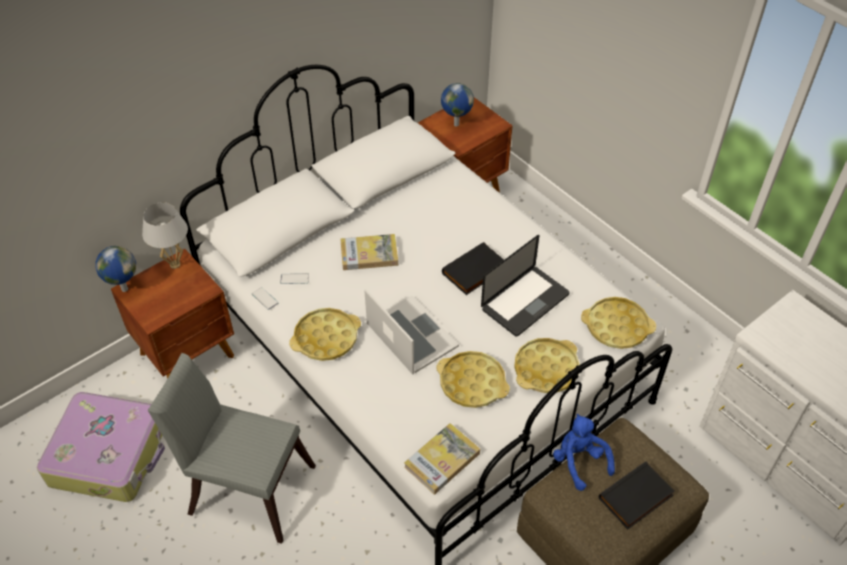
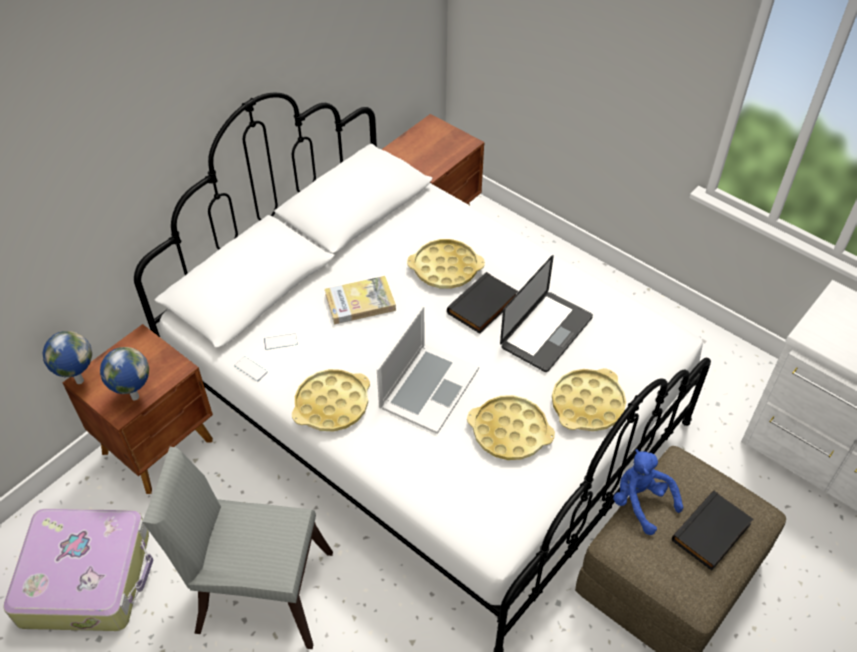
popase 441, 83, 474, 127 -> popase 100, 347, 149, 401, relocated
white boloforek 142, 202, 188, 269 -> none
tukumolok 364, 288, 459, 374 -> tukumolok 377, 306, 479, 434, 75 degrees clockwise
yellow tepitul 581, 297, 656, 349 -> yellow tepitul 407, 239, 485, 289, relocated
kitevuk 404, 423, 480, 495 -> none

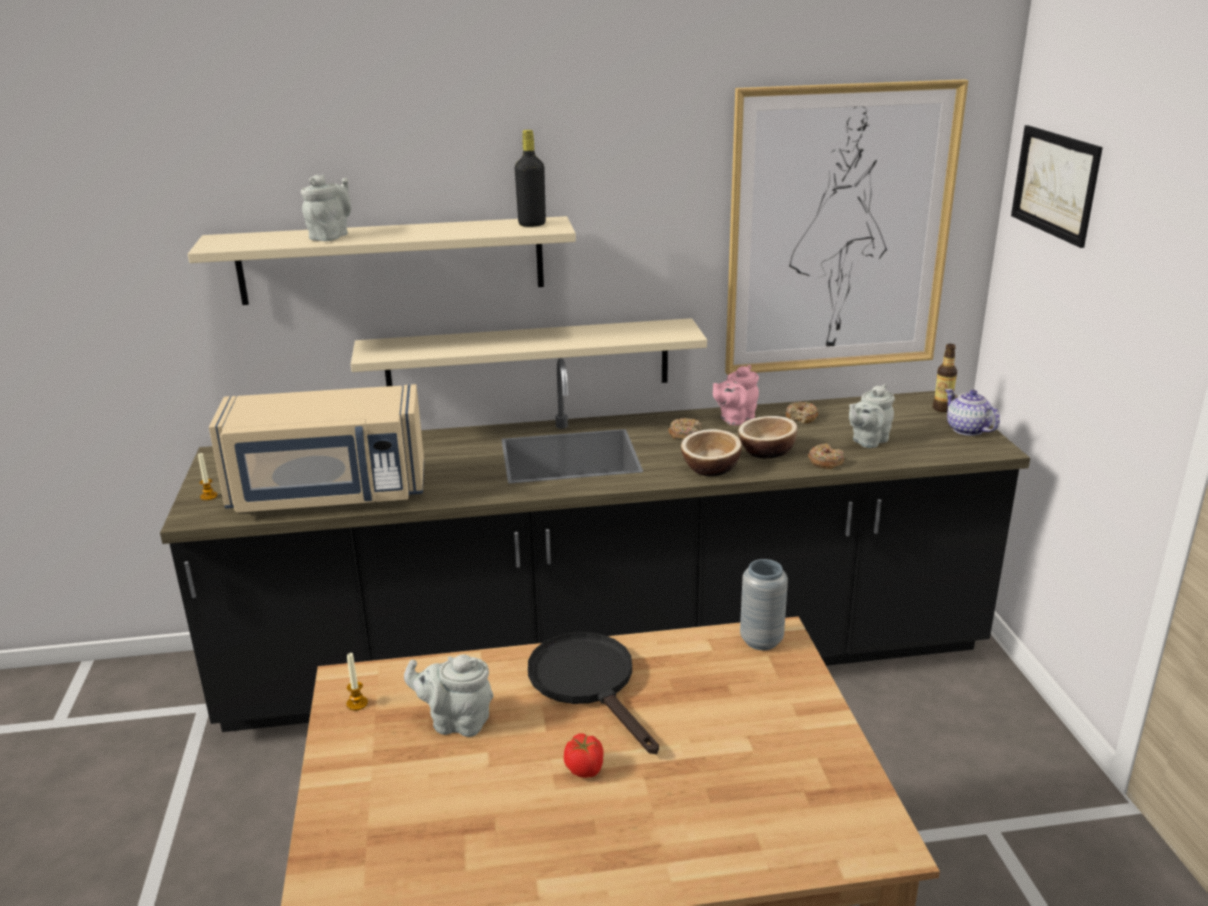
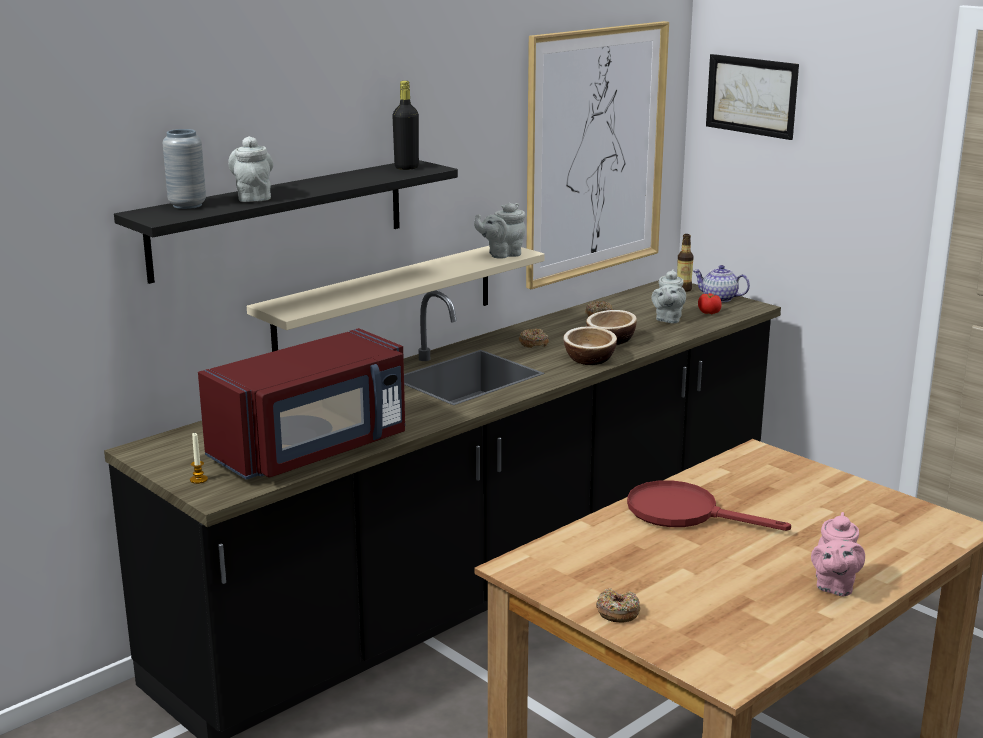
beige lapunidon 188, 216, 576, 305 -> black lapunidon 114, 160, 458, 284
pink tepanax 713, 365, 759, 426 -> pink tepanax 811, 512, 865, 596, relocated
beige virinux 209, 384, 424, 513 -> red virinux 198, 328, 405, 480
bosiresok 808, 443, 844, 469 -> bosiresok 596, 588, 640, 622, relocated
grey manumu 740, 559, 788, 650 -> grey manumu 163, 129, 206, 209, relocated
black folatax 528, 632, 659, 754 -> red folatax 627, 480, 791, 531
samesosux 346, 653, 368, 711 -> none
grey tepanax 404, 654, 494, 737 -> grey tepanax 474, 203, 525, 259, relocated
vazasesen 564, 734, 604, 778 -> vazasesen 698, 293, 722, 314, relocated

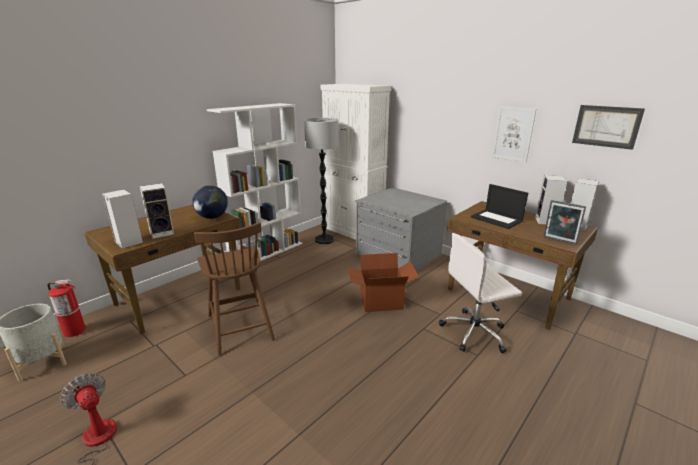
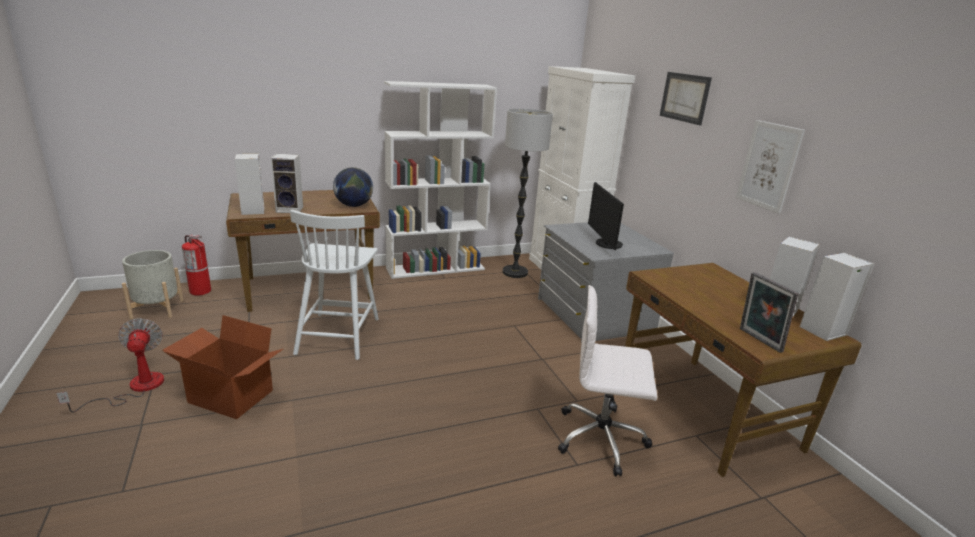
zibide 572, 105, 645, 150 -> zibide 660, 72, 712, 125, relocated
tukumolok 471, 184, 528, 229 -> none
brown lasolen 194, 222, 275, 356 -> white lasolen 290, 210, 379, 360
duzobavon 348, 253, 419, 312 -> duzobavon 163, 315, 283, 419, relocated
none -> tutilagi 588, 182, 624, 251

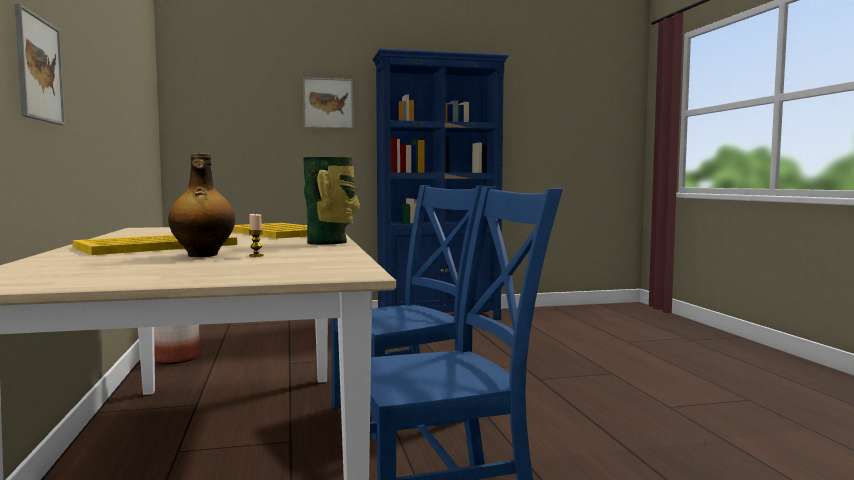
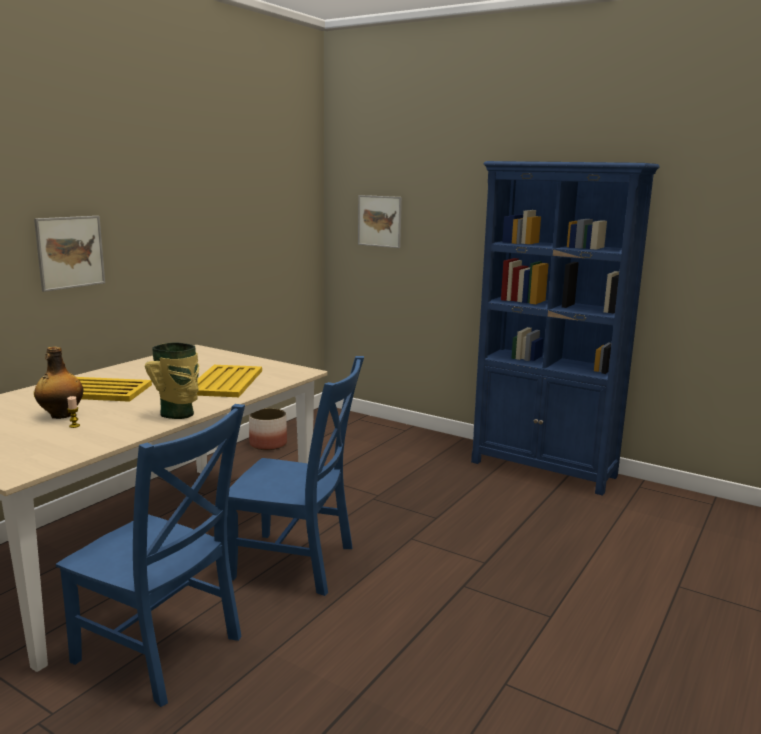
zibide 303, 77, 353, 129 -> zibide 358, 195, 402, 248, relocated

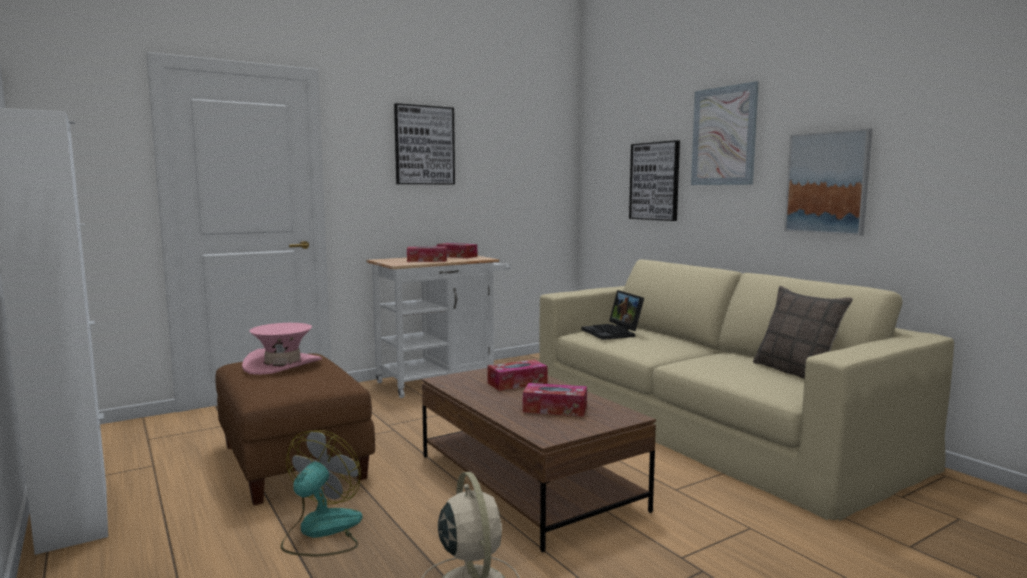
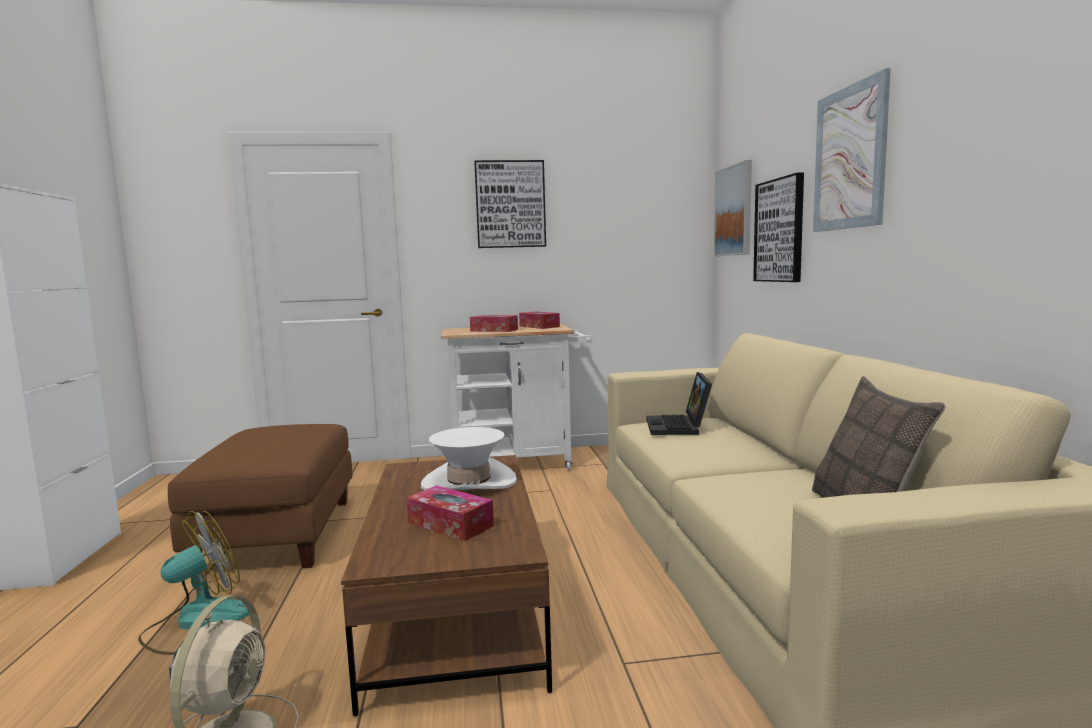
zibide 784, 128, 873, 236 -> zibide 714, 160, 752, 256, relocated
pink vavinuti 242, 323, 322, 375 -> none
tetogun 487, 360, 548, 391 -> white vavinuti 421, 427, 517, 490

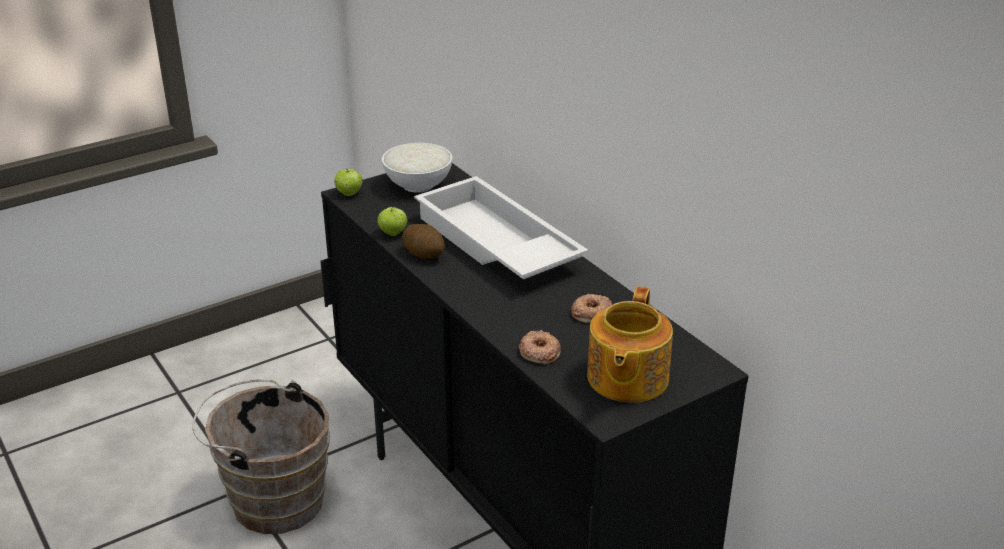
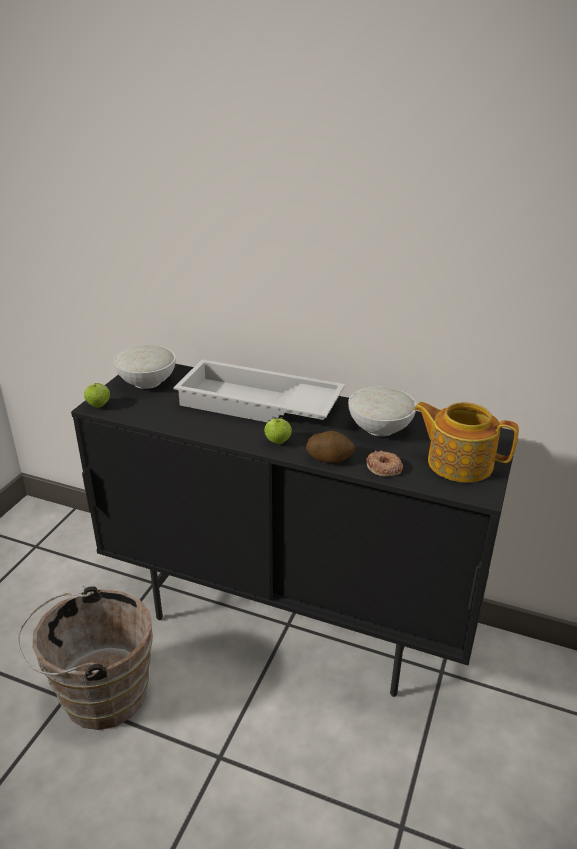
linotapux 377, 207, 408, 236 -> linotapux 264, 417, 292, 444, relocated
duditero 402, 224, 445, 259 -> duditero 306, 431, 355, 463, relocated
tepanax 587, 286, 673, 402 -> tepanax 414, 402, 519, 483, 135 degrees clockwise
bosiresok 571, 293, 613, 323 -> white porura 348, 387, 417, 436

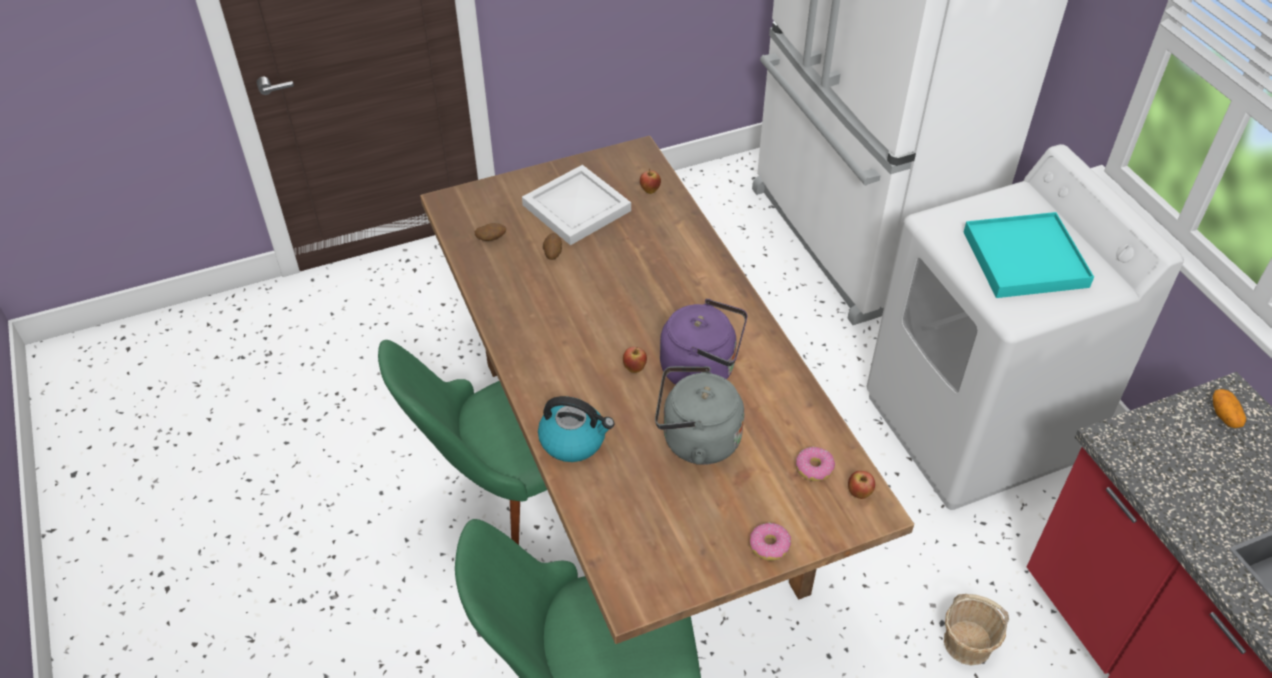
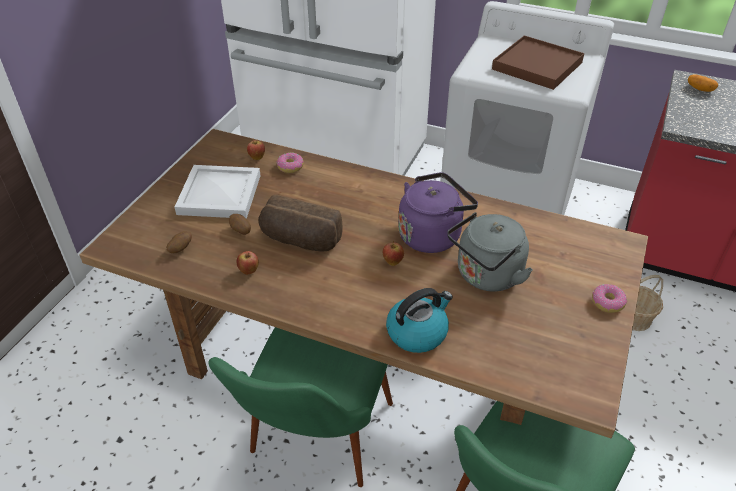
turquoise tepitul 964, 212, 1094, 298 -> brown tepitul 492, 35, 584, 90
bosiresok 796, 446, 835, 481 -> bosiresok 276, 153, 304, 173, relocated
linotapux 848, 471, 875, 499 -> linotapux 236, 251, 259, 275, relocated
none -> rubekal 258, 195, 343, 252

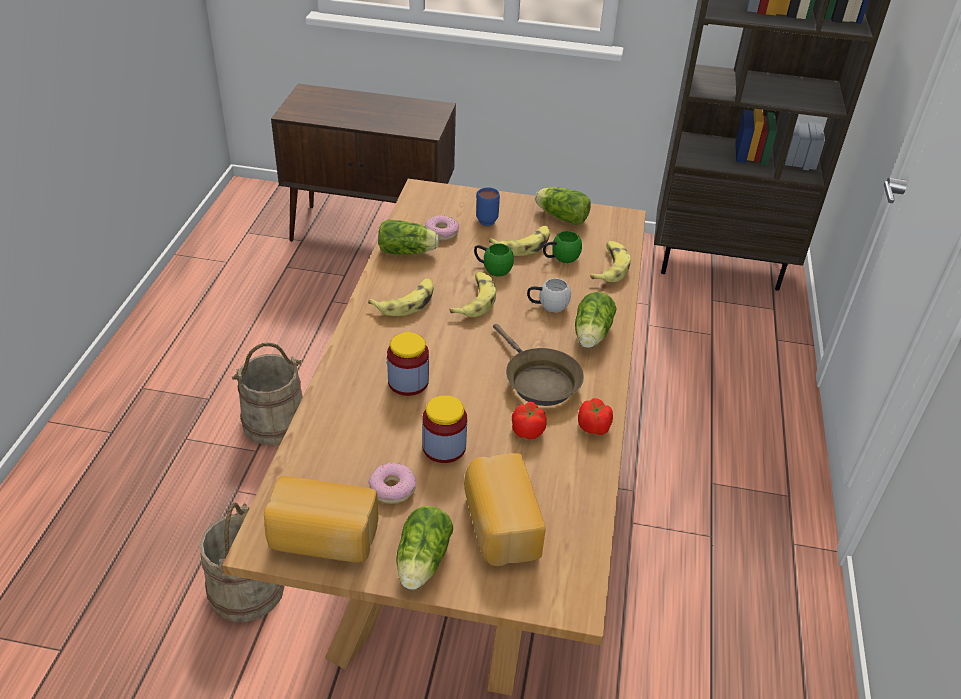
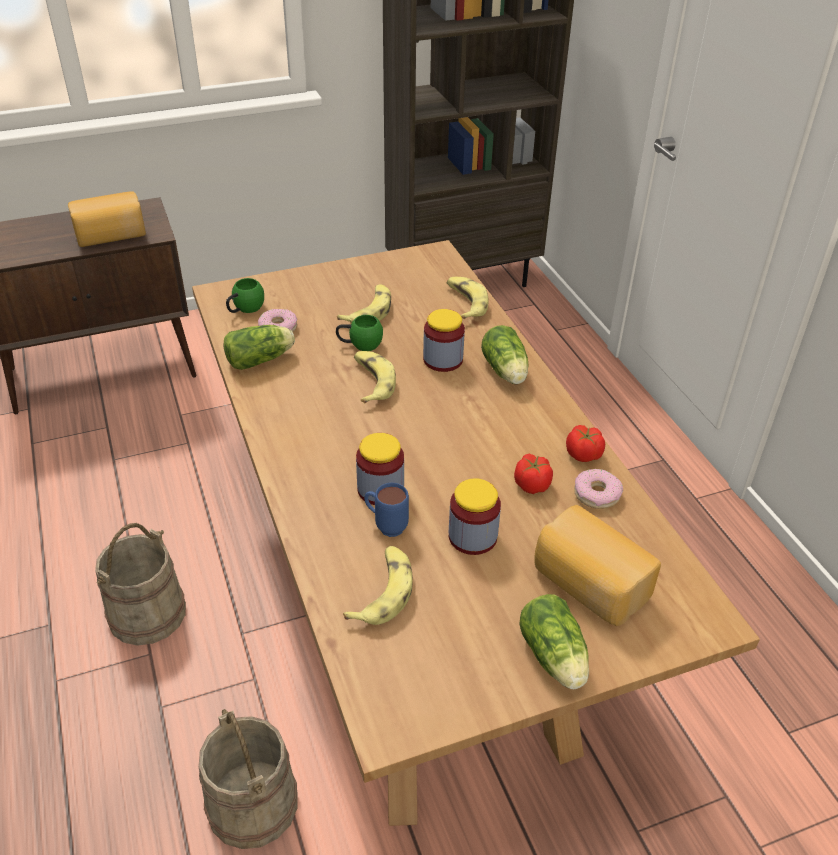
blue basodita 476, 187, 500, 226 -> blue basodita 364, 483, 409, 537, relocated
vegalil 535, 187, 591, 225 -> none
green basodita 543, 231, 582, 263 -> green basodita 226, 278, 264, 313, relocated
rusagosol 368, 278, 434, 316 -> rusagosol 343, 546, 413, 625, relocated
white basodita 527, 278, 571, 313 -> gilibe 423, 309, 465, 372
brown folatax 493, 324, 584, 406 -> none
bosiresok 368, 463, 416, 504 -> bosiresok 574, 469, 623, 509, relocated
rubekal 264, 476, 378, 562 -> rubekal 68, 191, 146, 247, relocated

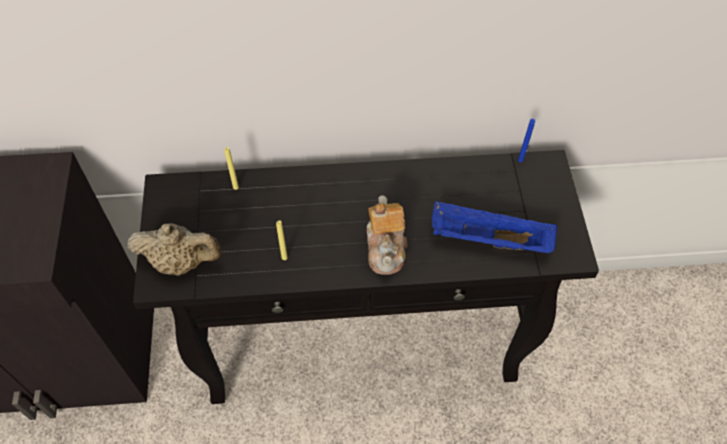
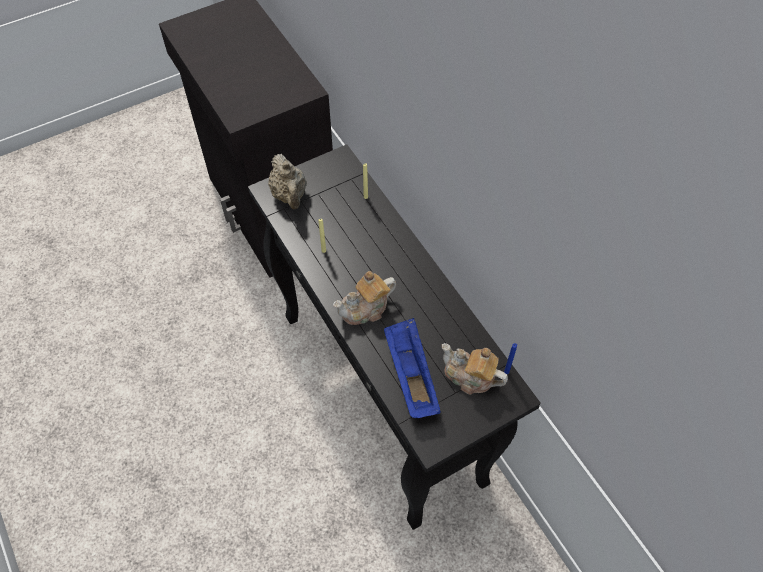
none -> tepanax 442, 343, 508, 395

